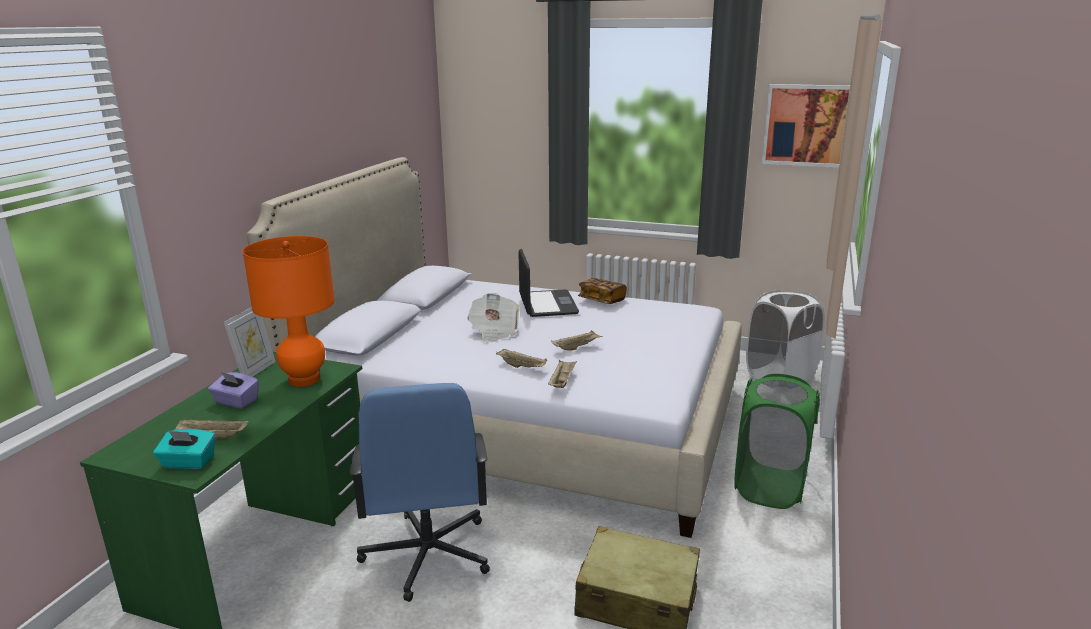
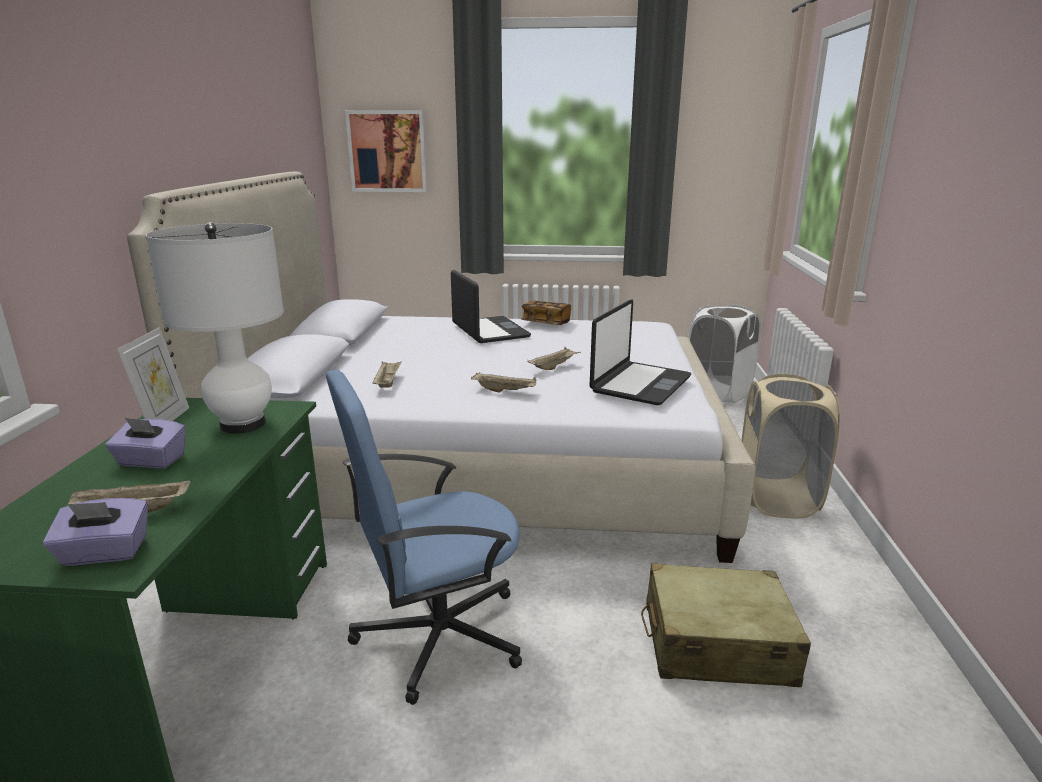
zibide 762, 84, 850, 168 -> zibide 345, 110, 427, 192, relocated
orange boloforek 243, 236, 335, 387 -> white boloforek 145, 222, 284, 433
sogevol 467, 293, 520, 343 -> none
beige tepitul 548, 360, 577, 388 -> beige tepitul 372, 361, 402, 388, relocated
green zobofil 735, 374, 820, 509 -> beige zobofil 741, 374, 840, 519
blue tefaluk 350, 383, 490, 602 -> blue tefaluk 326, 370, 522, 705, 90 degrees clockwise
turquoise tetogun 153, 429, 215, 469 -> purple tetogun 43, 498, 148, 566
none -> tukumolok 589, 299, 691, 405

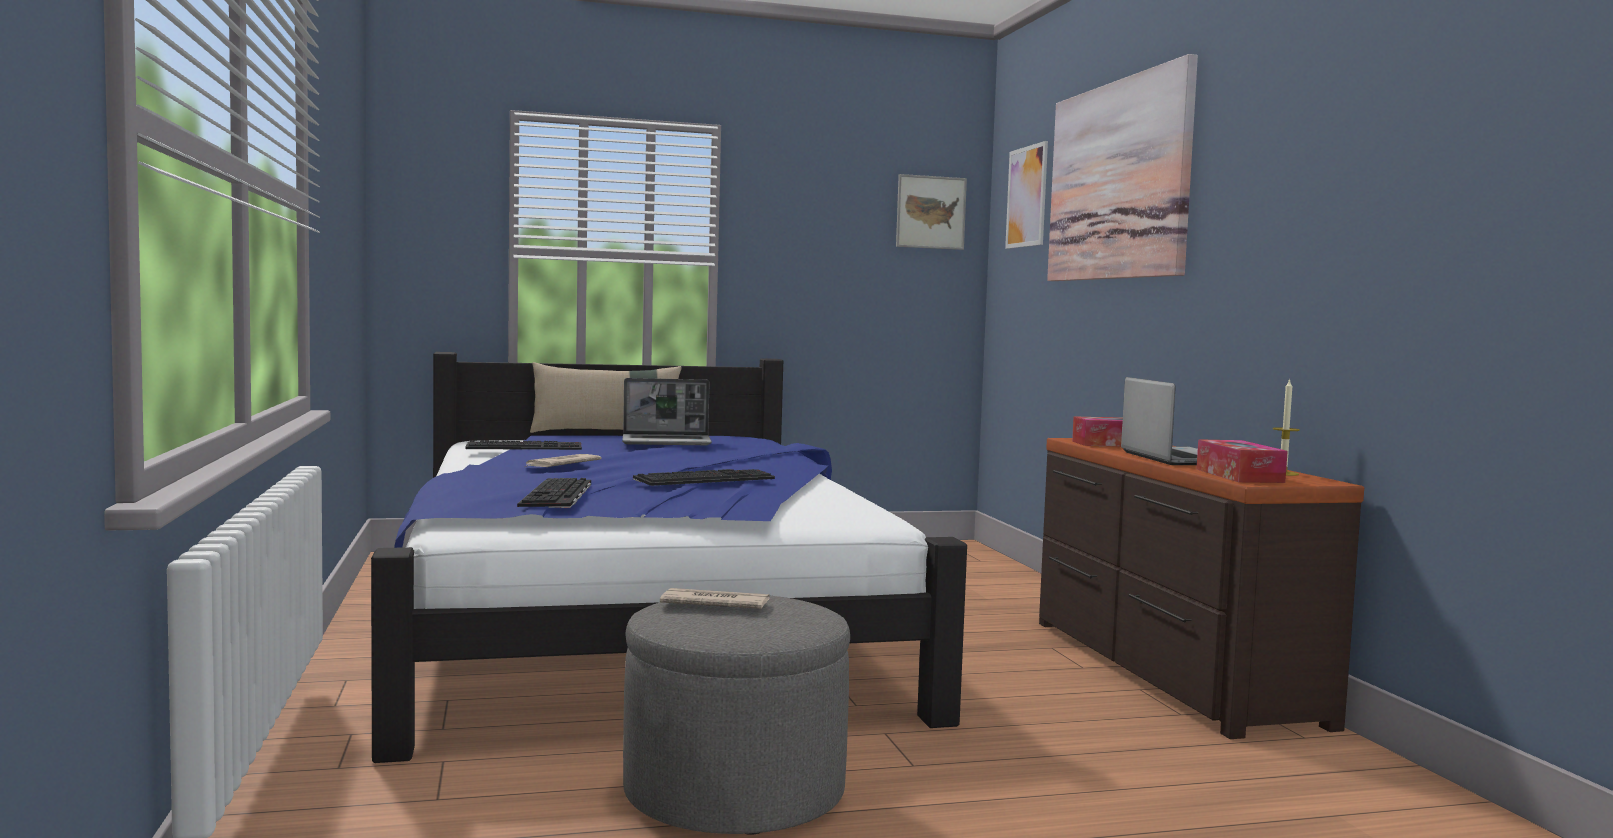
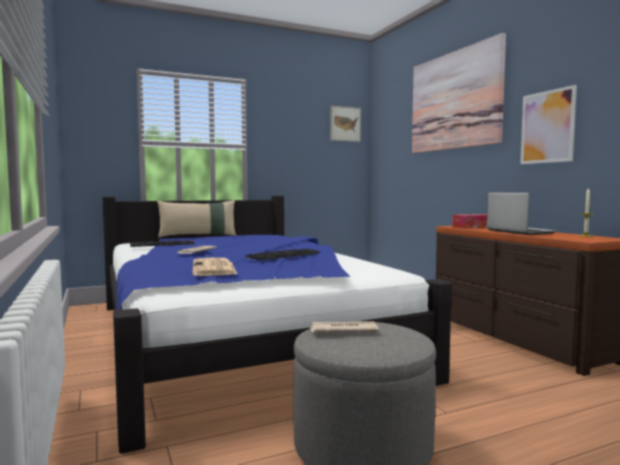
zibide 1005, 141, 1048, 249 -> zibide 520, 85, 577, 164, relocated
tukumolok 622, 378, 712, 445 -> none
tetogun 1197, 439, 1288, 483 -> none
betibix 517, 478, 591, 508 -> sogevol 192, 257, 238, 276

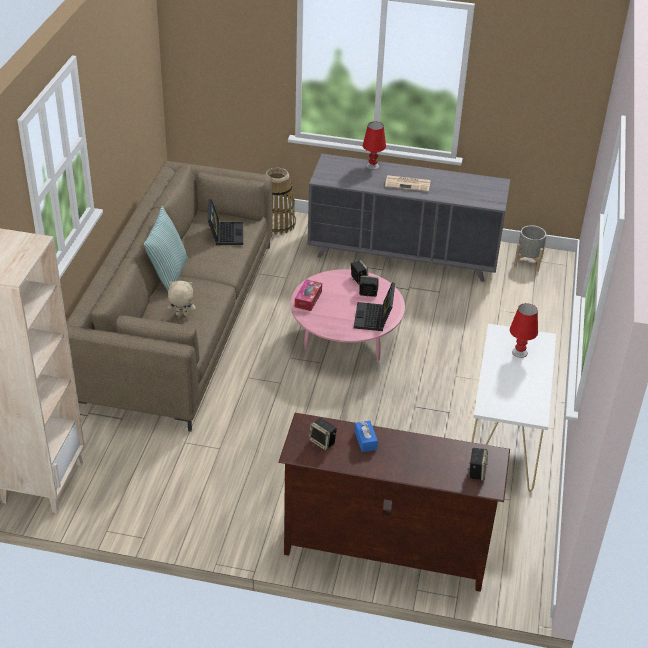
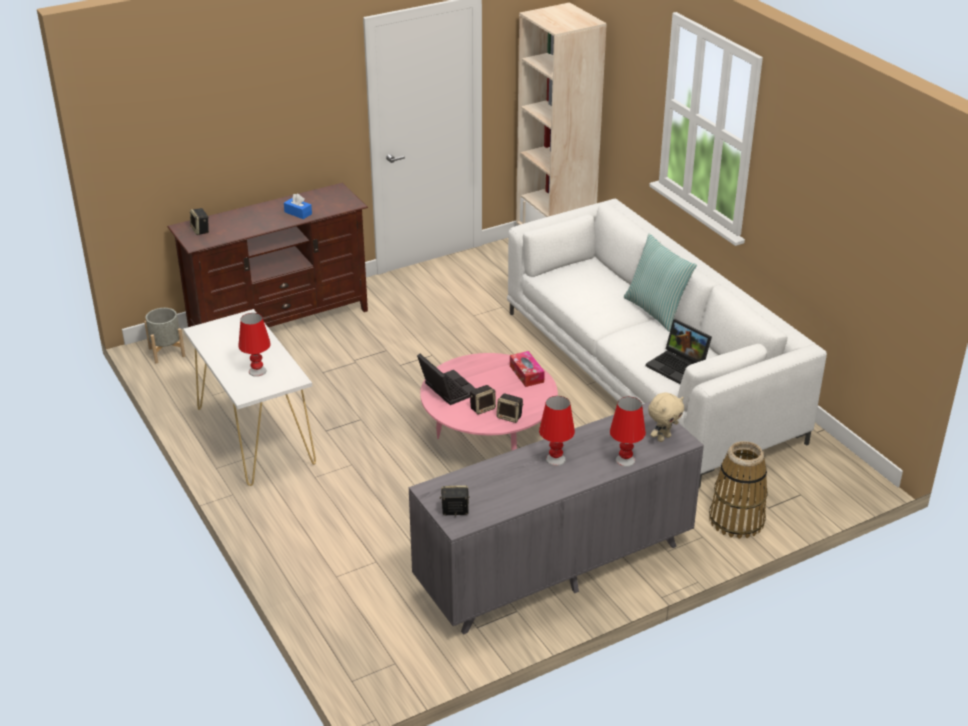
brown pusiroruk 66, 161, 273, 432 -> white pusiroruk 507, 199, 827, 488
sogevol 385, 175, 430, 192 -> red boloforek 539, 396, 575, 466
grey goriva 514, 225, 547, 272 -> grey goriva 144, 308, 185, 364, relocated
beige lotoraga 168, 281, 196, 316 -> beige lotoraga 648, 393, 684, 442, relocated
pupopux 309, 418, 337, 450 -> pupopux 439, 485, 470, 517, relocated

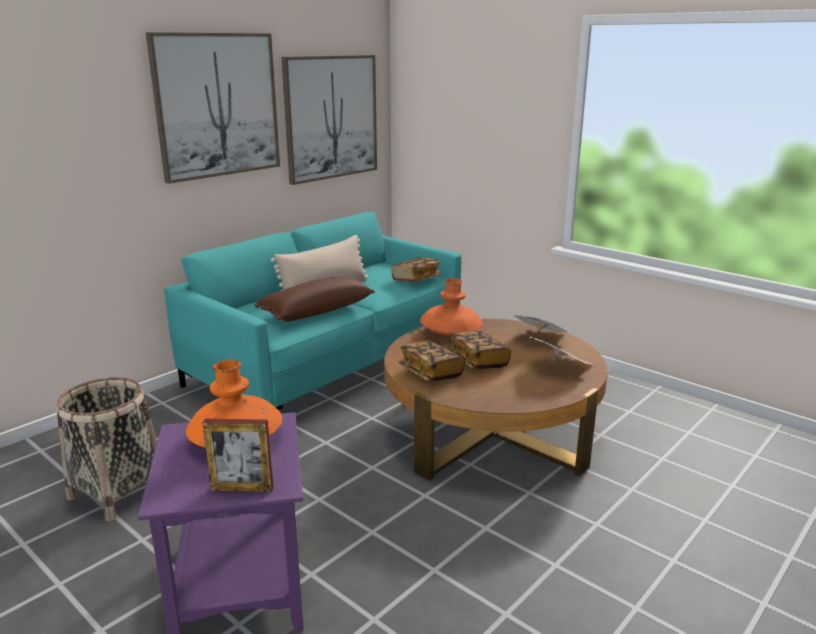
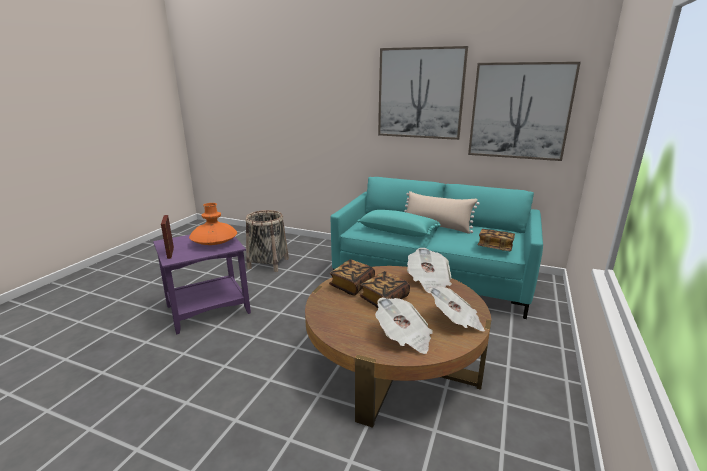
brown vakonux 255, 276, 375, 322 -> turquoise vakonux 357, 210, 441, 237
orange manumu 420, 278, 483, 336 -> sogevol 407, 248, 452, 294

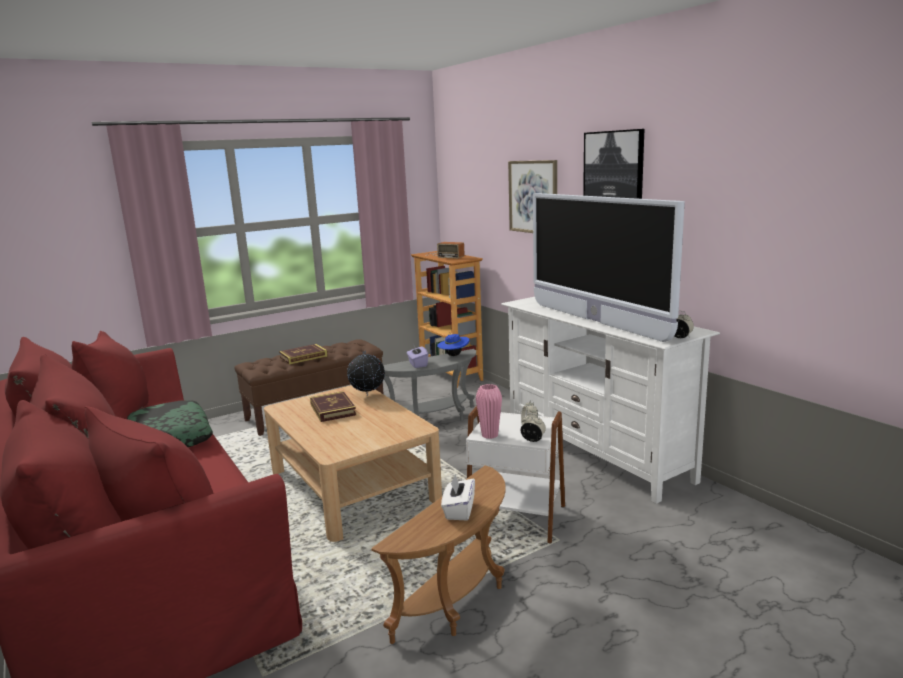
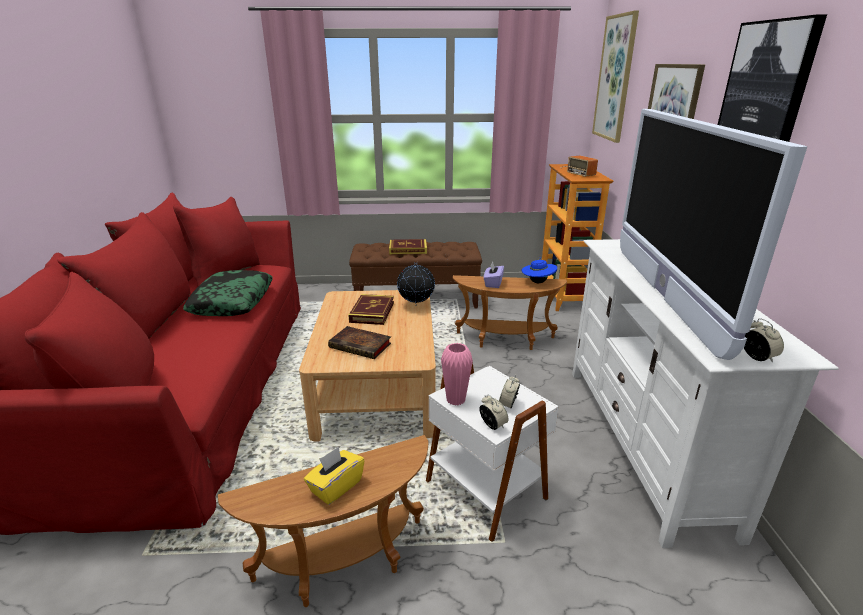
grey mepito 383, 349, 476, 421 -> brown mepito 453, 275, 567, 350
white tetogun 441, 474, 475, 520 -> yellow tetogun 304, 447, 365, 505
none -> zibide 592, 10, 639, 143
none -> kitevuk 328, 326, 391, 359

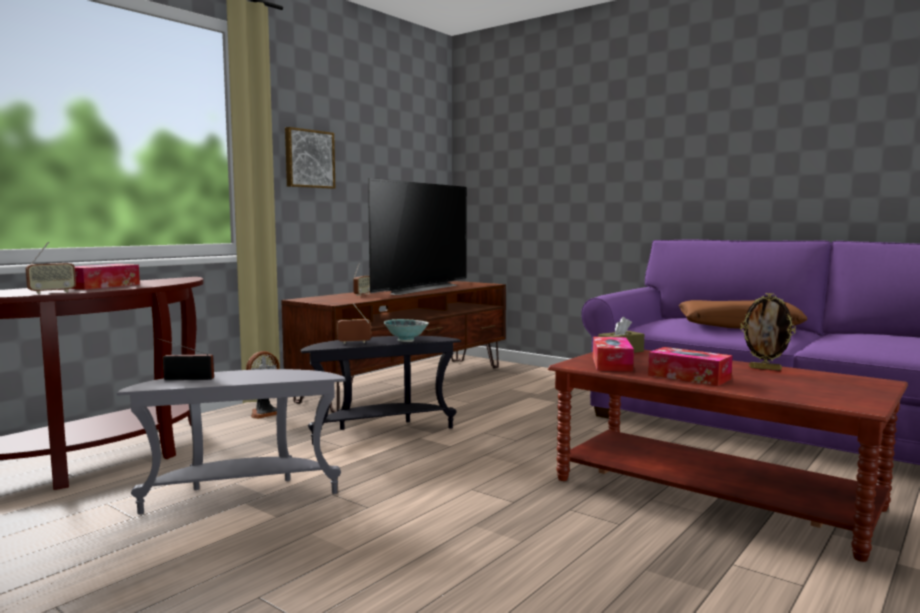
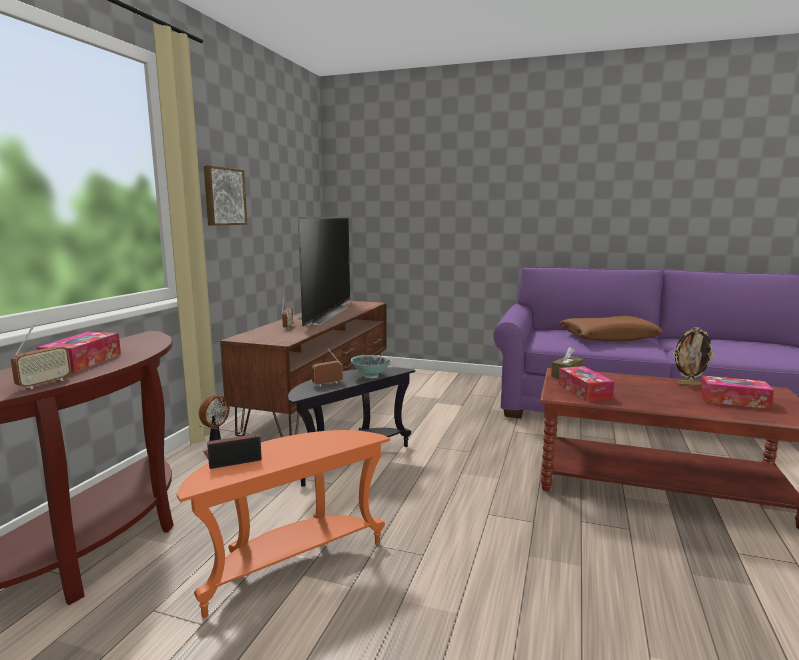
tetogun 648, 347, 733, 386 -> tetogun 700, 375, 774, 409, relocated
grey mepito 117, 369, 346, 515 -> orange mepito 177, 430, 390, 618

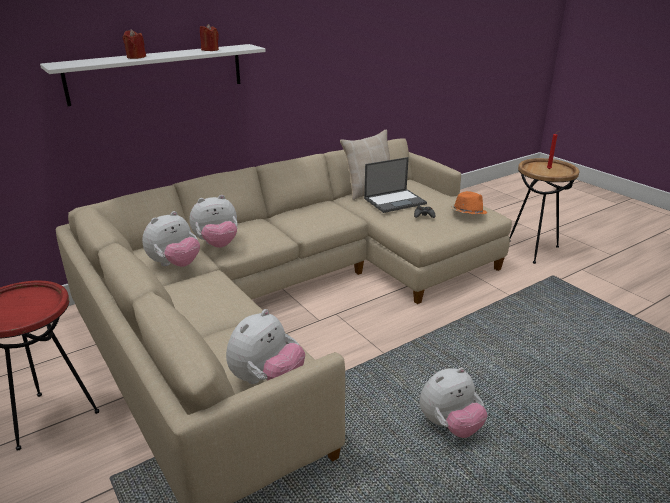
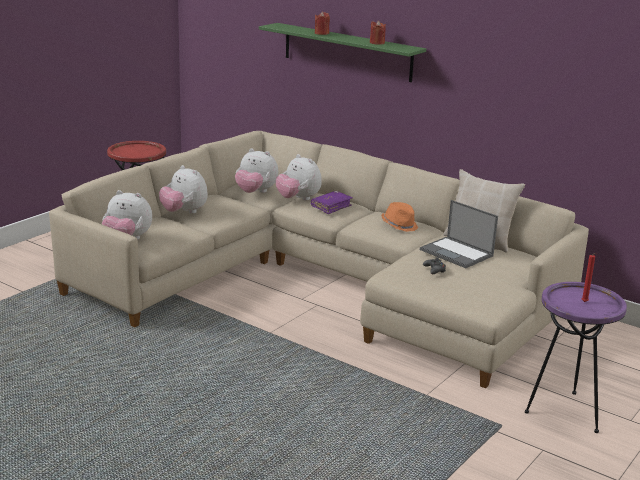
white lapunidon 40, 44, 266, 106 -> green lapunidon 259, 23, 426, 82
brown mepito 510, 158, 579, 264 -> purple mepito 525, 282, 627, 433
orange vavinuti 452, 191, 487, 214 -> orange vavinuti 381, 202, 418, 232, relocated
lotoraga 420, 367, 488, 438 -> lotoraga 159, 165, 208, 214, relocated
none -> purple kitevuk 311, 191, 353, 214

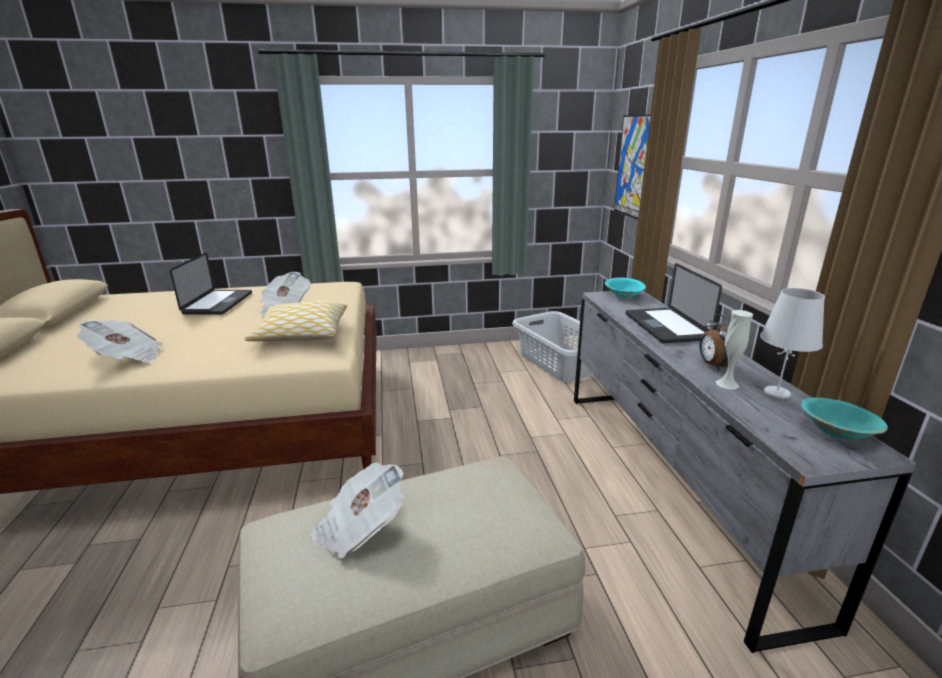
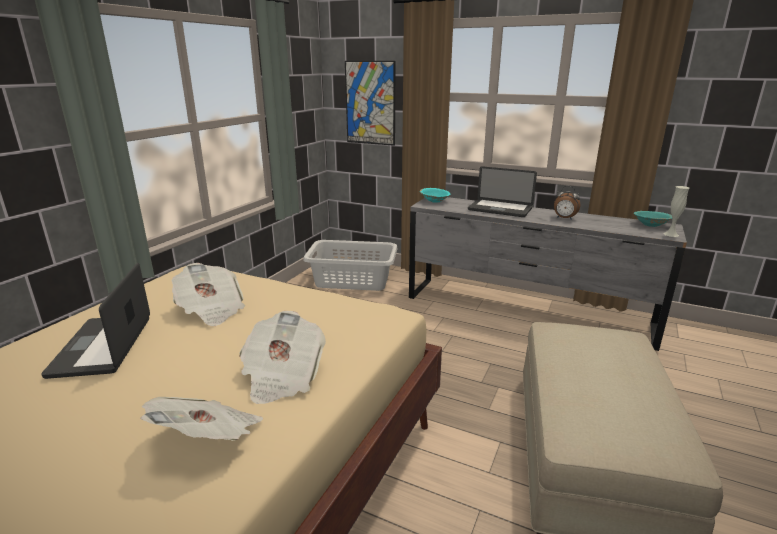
tukumolok 170, 253, 252, 314 -> tukumolok 41, 263, 150, 379, 135 degrees counterclockwise
white boloforek 760, 288, 825, 399 -> none
vakonux 244, 301, 347, 341 -> none
white manumu 715, 310, 754, 389 -> white manumu 664, 186, 690, 237, relocated
sogevol 310, 462, 404, 559 -> sogevol 239, 311, 326, 404, relocated

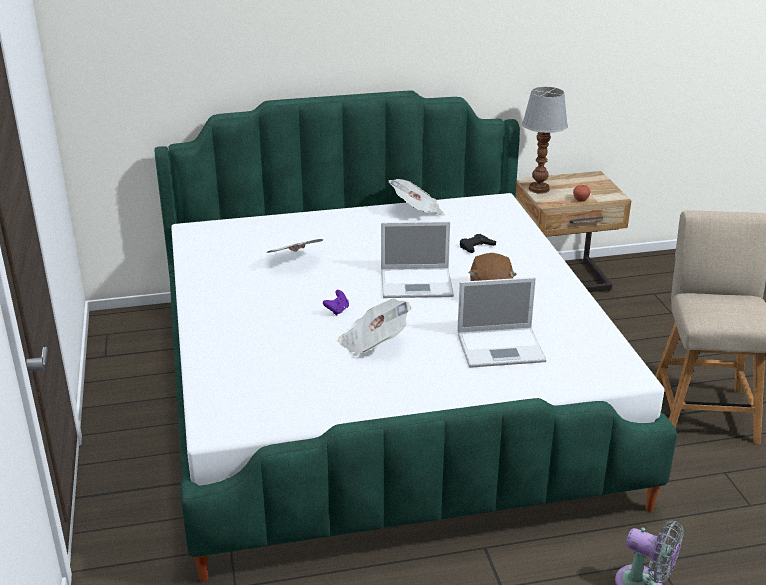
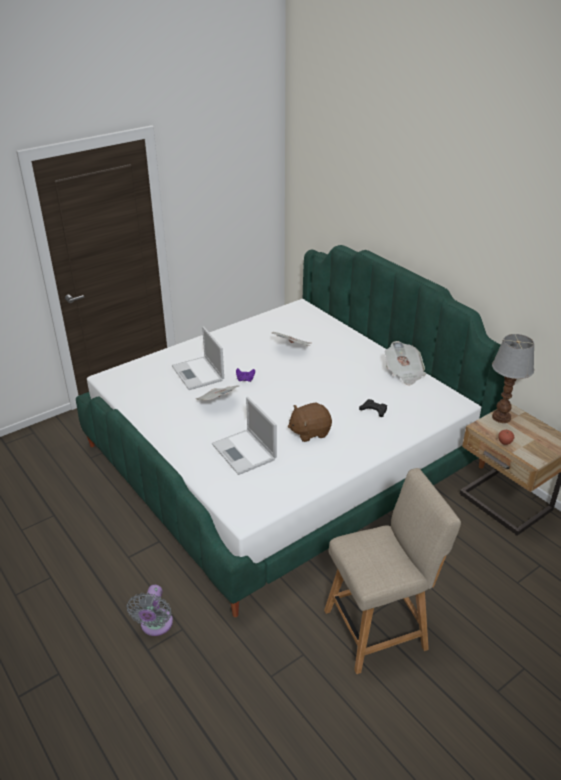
tukumolok 381, 221, 454, 298 -> tukumolok 172, 326, 224, 390, relocated

